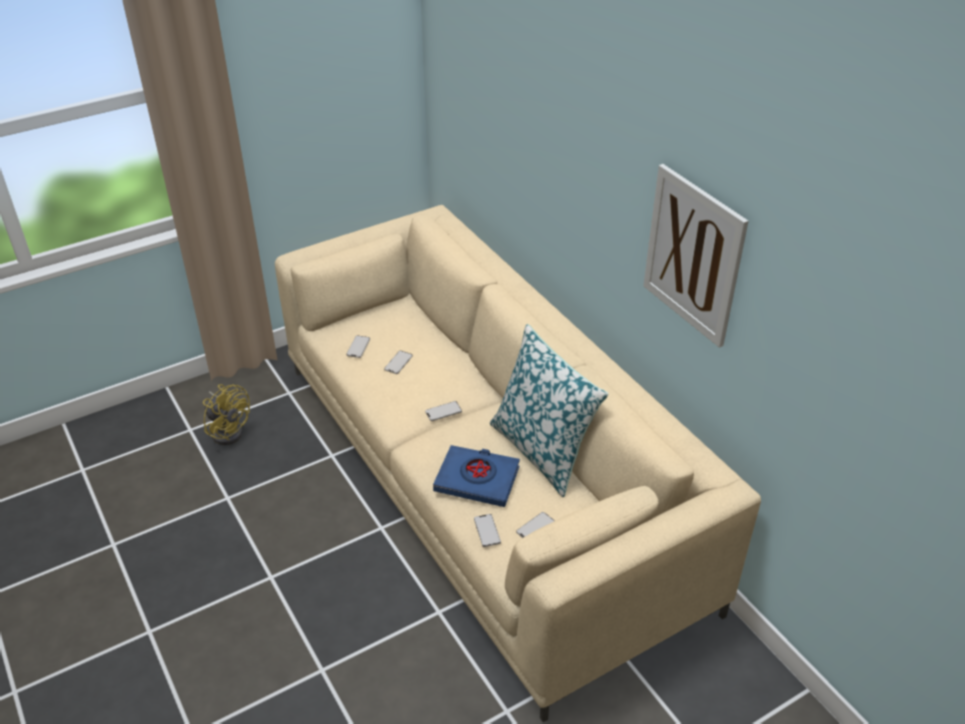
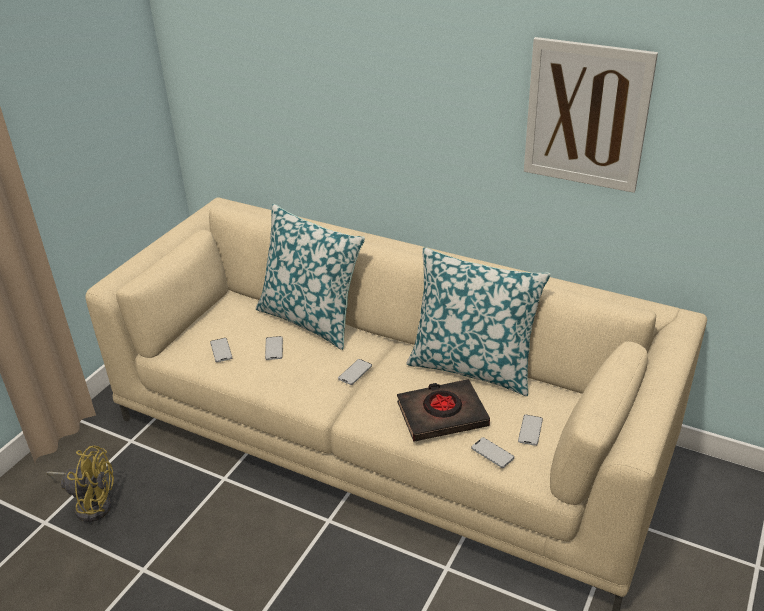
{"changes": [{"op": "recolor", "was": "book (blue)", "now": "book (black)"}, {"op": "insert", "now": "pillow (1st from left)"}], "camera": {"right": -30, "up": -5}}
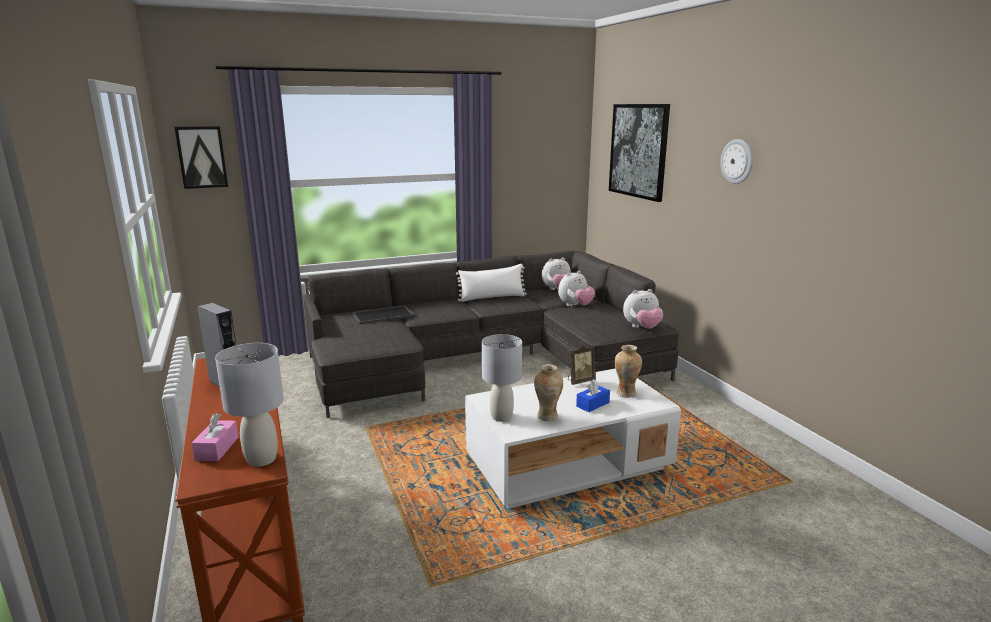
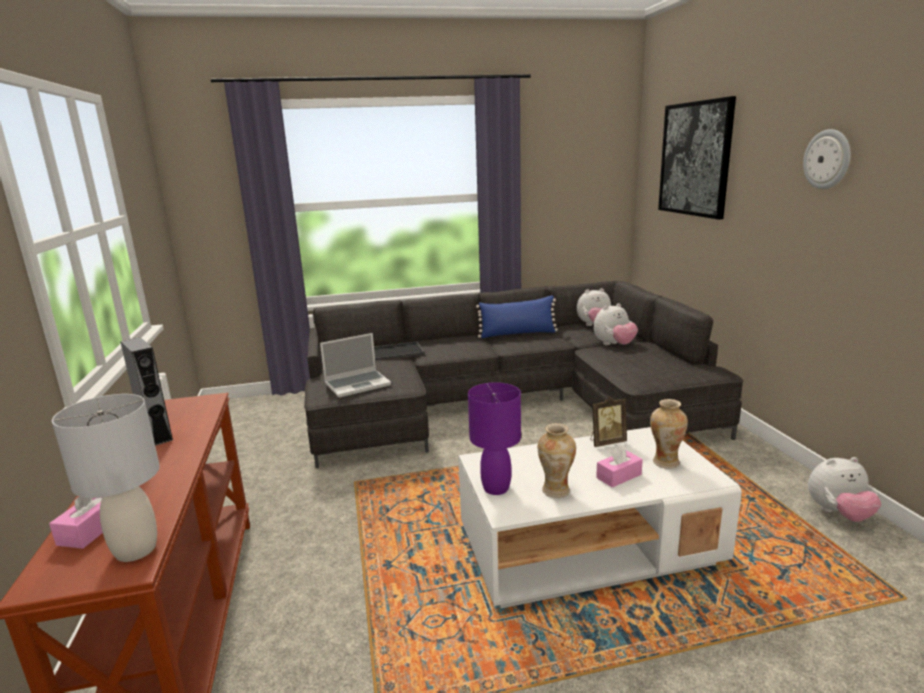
{"changes": [{"op": "delete", "was": "picture (1st from left)"}, {"op": "recolor", "was": "pillow (white)", "now": "pillow (blue)"}, {"op": "recolor", "was": "table lamp (grey) (2nd from left)", "now": "table lamp (purple)"}, {"op": "recolor", "was": "tissue box (blue)", "now": "tissue box (pink) (2nd from left)"}, {"op": "move", "was": "plush toy (3rd from left)"}, {"op": "insert", "now": "laptop"}], "camera": {"right": 10, "up": 0}}
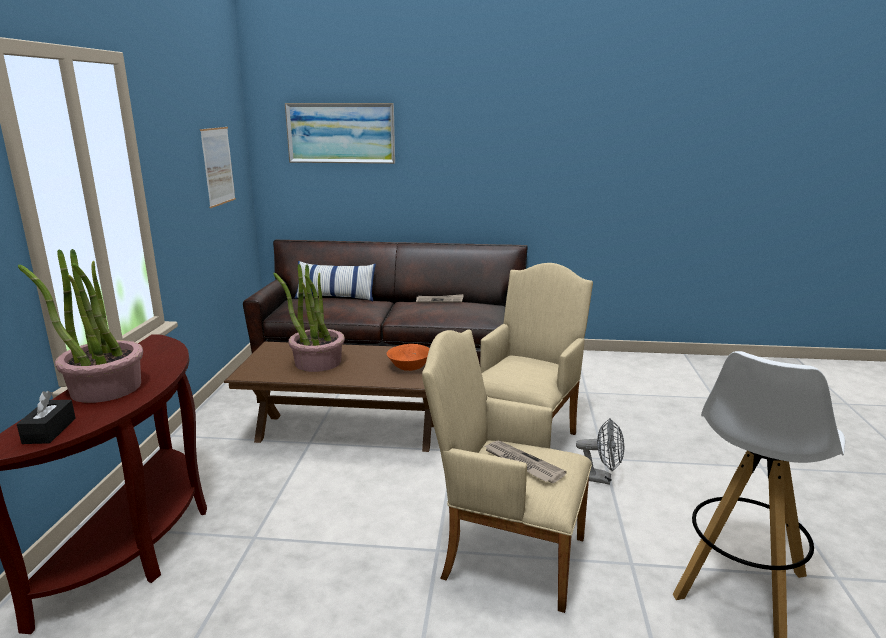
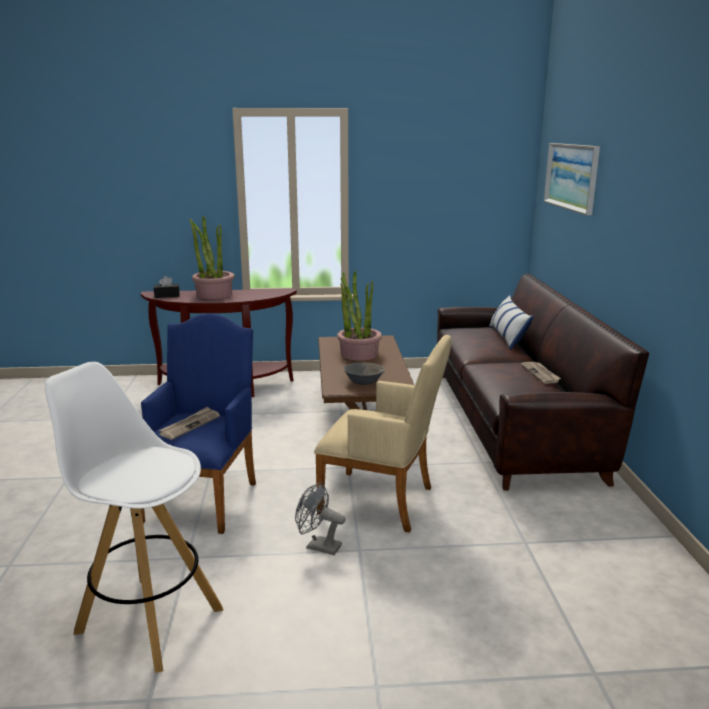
{"changes": [{"op": "delete", "was": "picture (1st from left)"}, {"op": "recolor", "was": "bowl (orange)", "now": "bowl (grey)"}, {"op": "recolor", "was": "armchair (beige) (1st from left)", "now": "armchair (blue)"}, {"op": "rotate", "was": "fan (grey)", "clockwise": 105}], "camera": {"right": 80, "up": 0}}
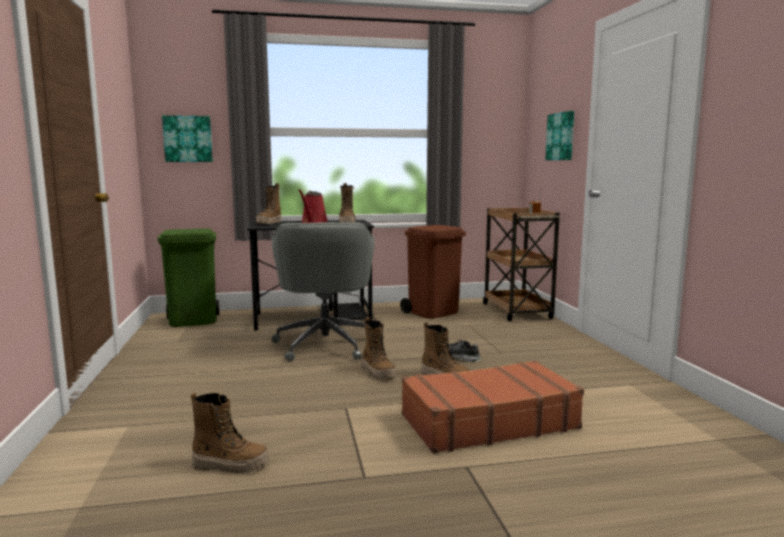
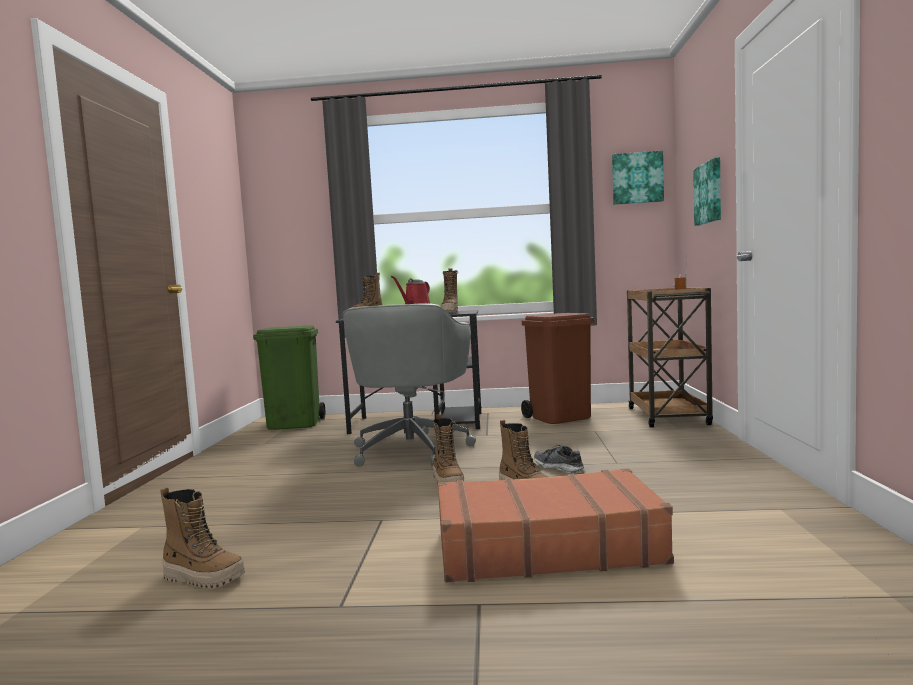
{"changes": [{"op": "move", "was": "picture (1st from left)"}], "camera": {"right": 15, "up": -5}}
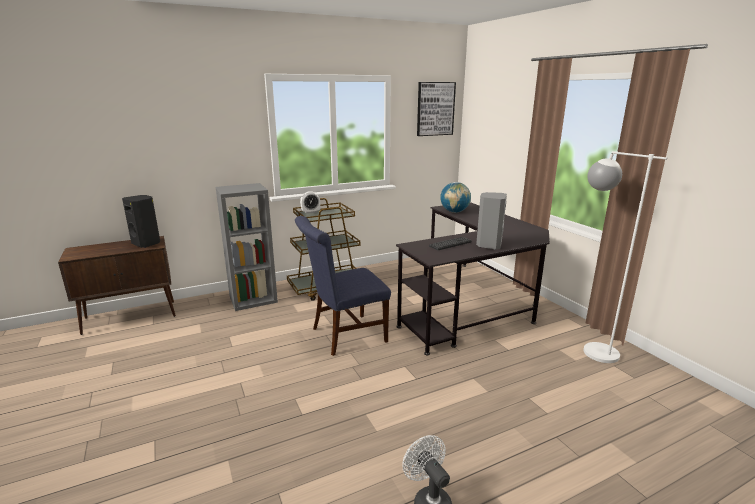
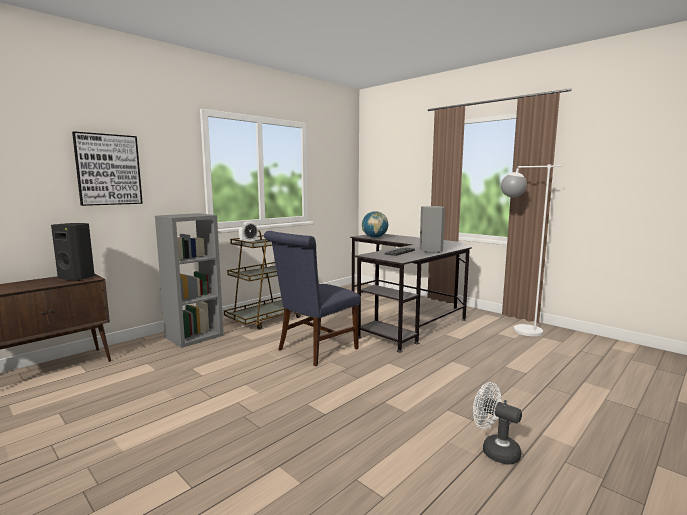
{"changes": [{"op": "move", "was": "picture"}], "camera": {"right": -20, "up": -10}}
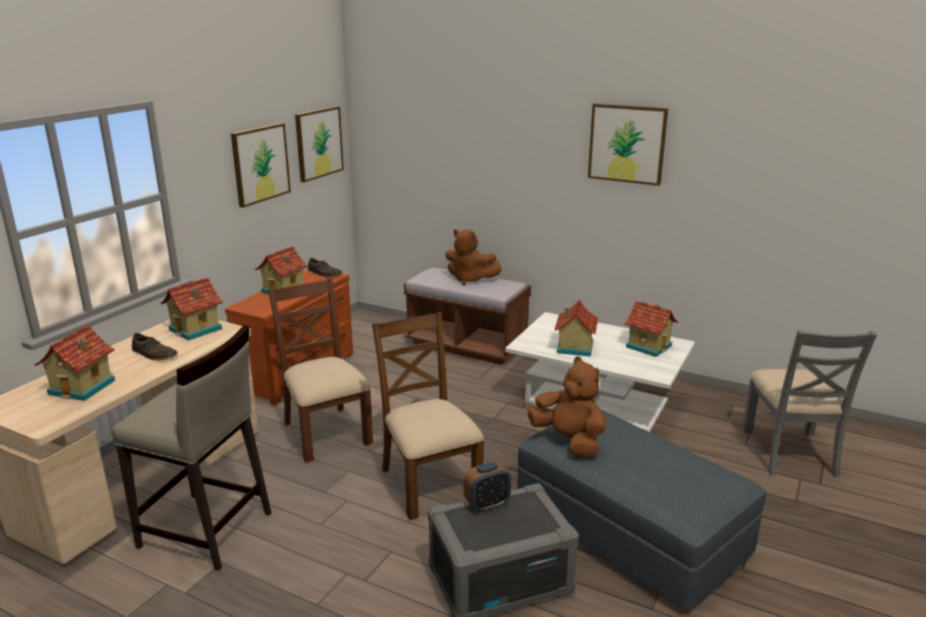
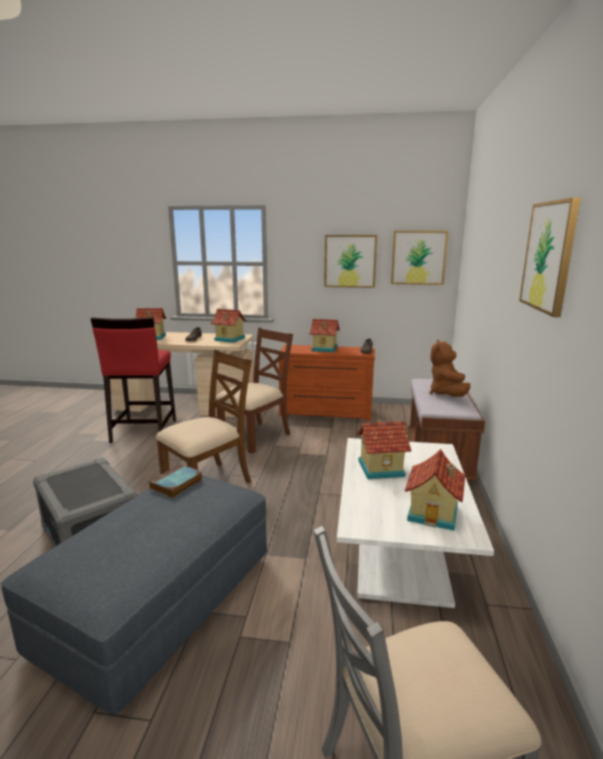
{"changes": [{"op": "recolor", "was": "stool (beige)", "now": "stool (red)"}, {"op": "delete", "was": "alarm clock"}, {"op": "replace", "was": "plush toy (brown) (2nd from left)", "now": "book"}], "camera": {"right": 70, "up": -5}}
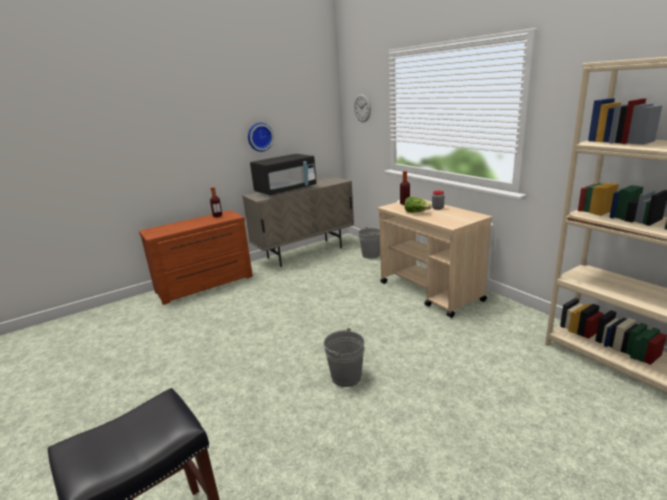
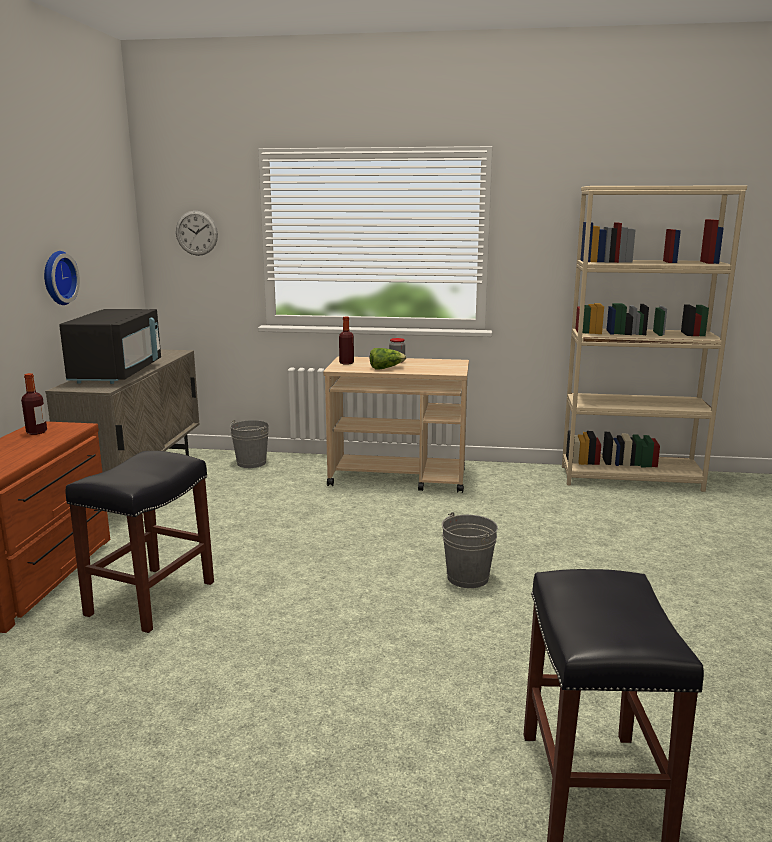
{"changes": [{"op": "insert", "now": "stool (black) (1st from left)"}], "camera": {"right": -50, "up": -5}}
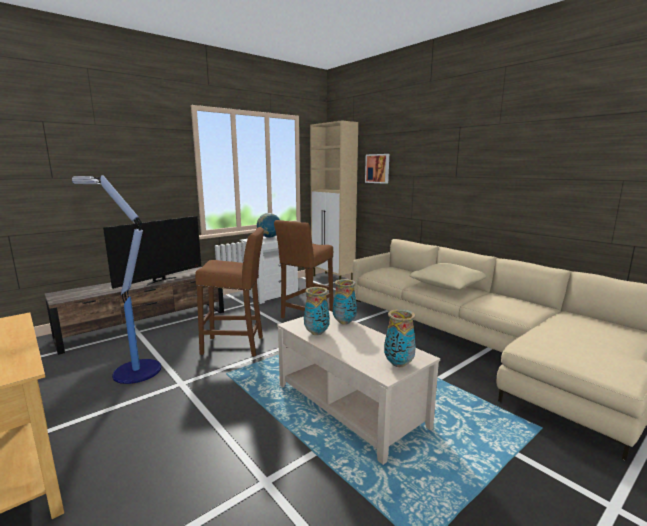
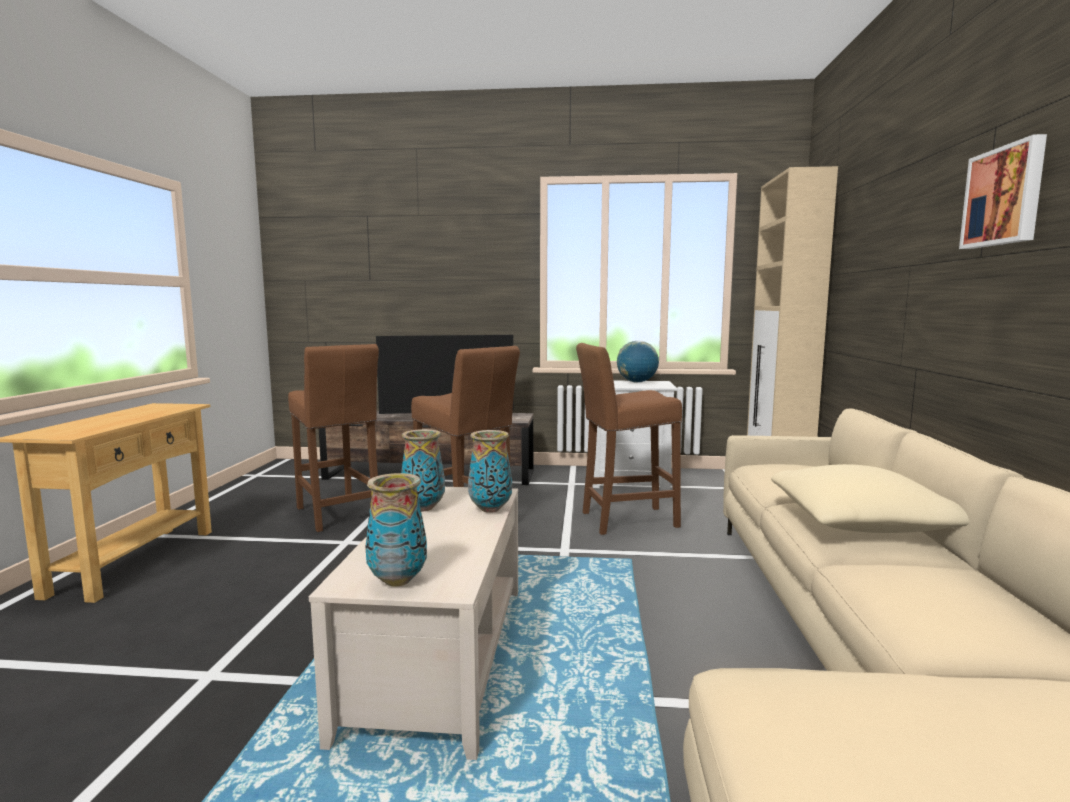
{"changes": [{"op": "replace", "was": "floor lamp", "now": "stool (brown) (1st from left)"}, {"op": "move", "was": "picture"}], "camera": {"right": 45, "up": -5}}
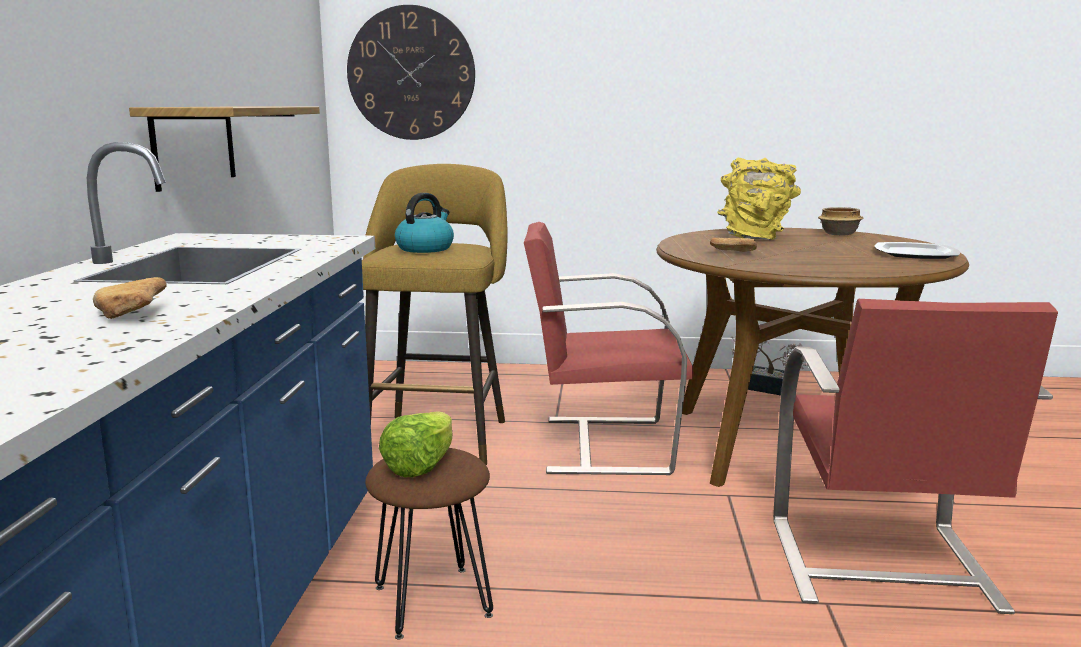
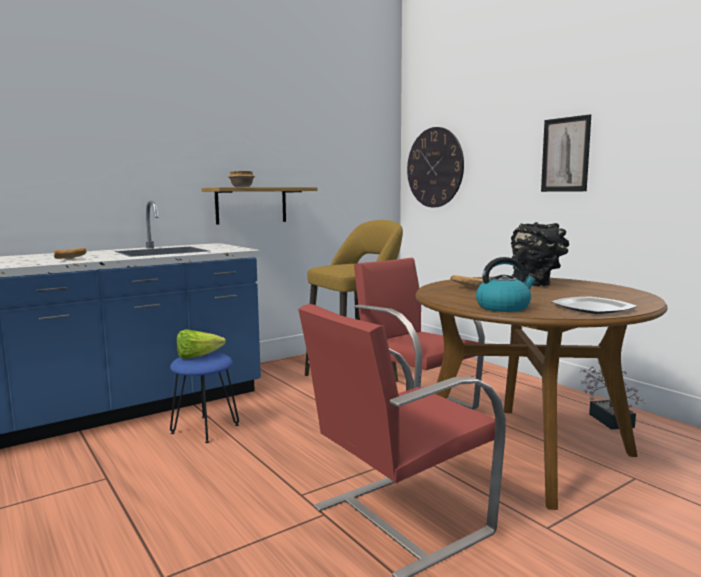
{"changes": [{"op": "recolor", "was": "stool (brown)", "now": "stool (blue)"}, {"op": "move", "was": "kettle"}, {"op": "recolor", "was": "vase (yellow)", "now": "vase (black)"}, {"op": "move", "was": "bowl"}, {"op": "insert", "now": "picture"}], "camera": {"right": 50, "up": -5}}
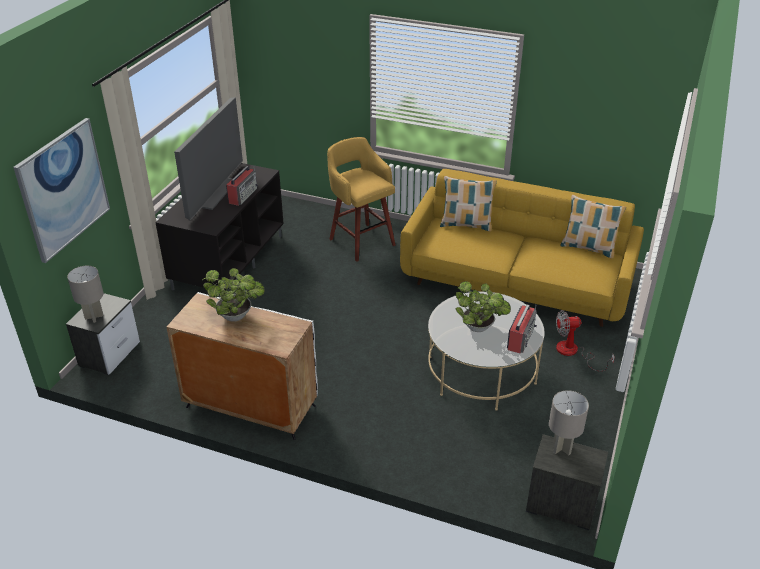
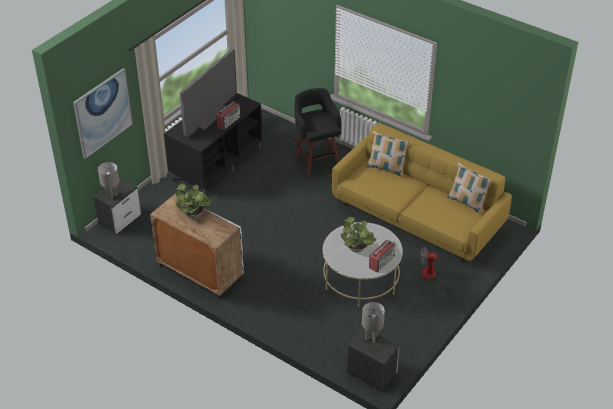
{"changes": [{"op": "recolor", "was": "stool (yellow)", "now": "stool (black)"}], "camera": {"right": 15, "up": 5}}
